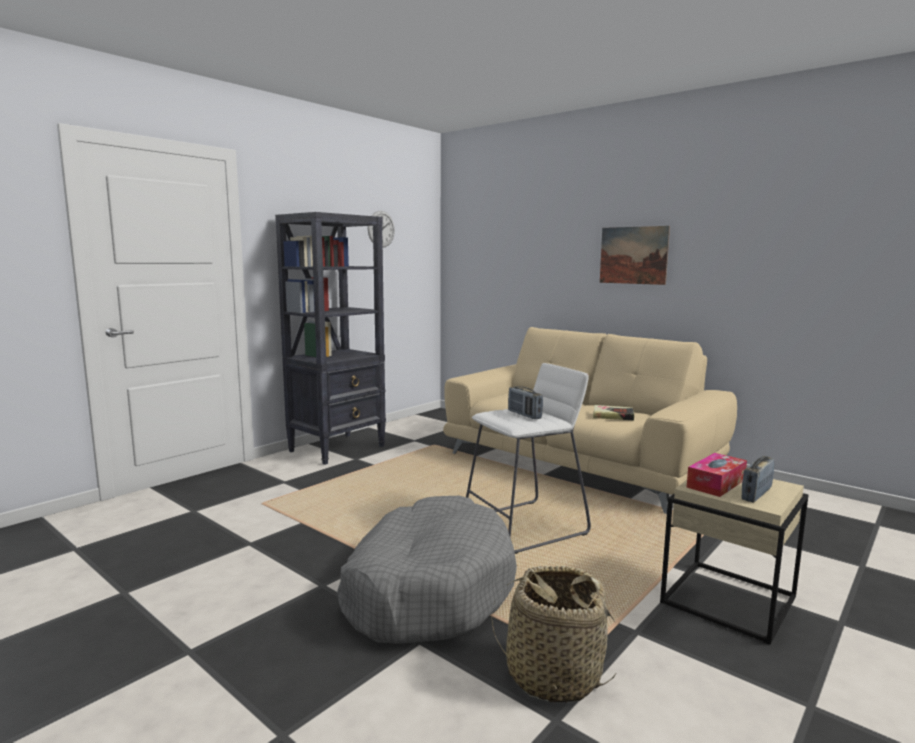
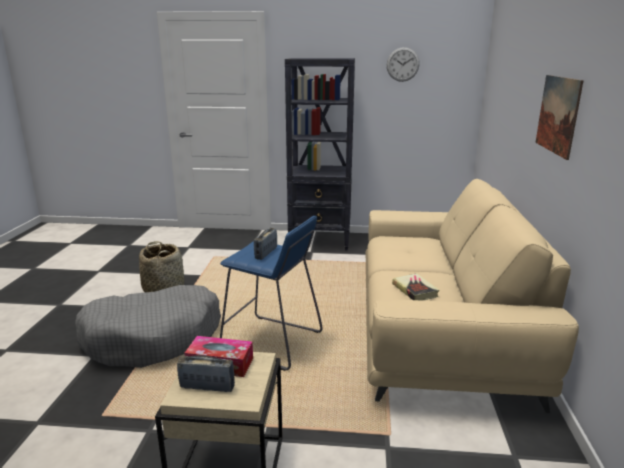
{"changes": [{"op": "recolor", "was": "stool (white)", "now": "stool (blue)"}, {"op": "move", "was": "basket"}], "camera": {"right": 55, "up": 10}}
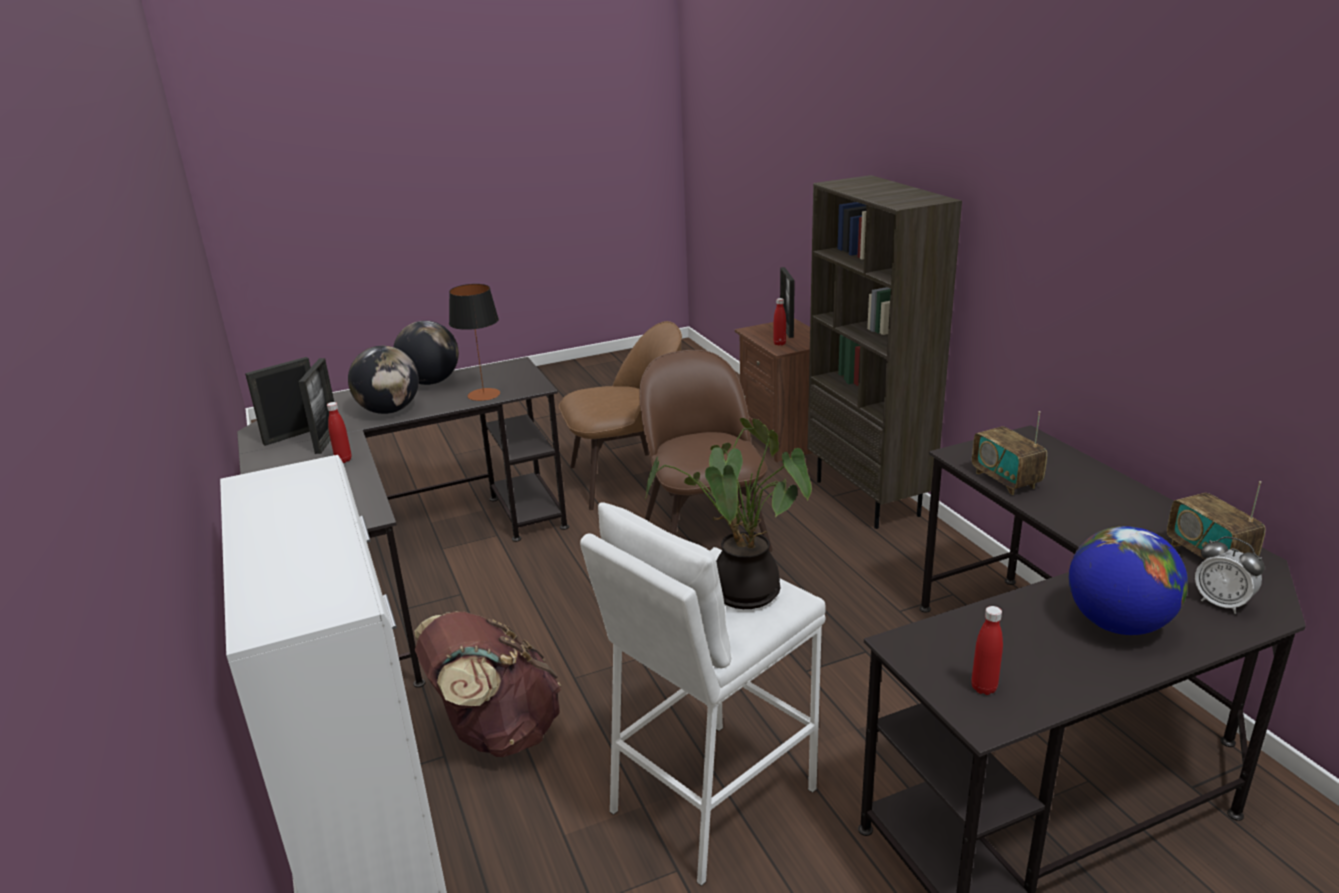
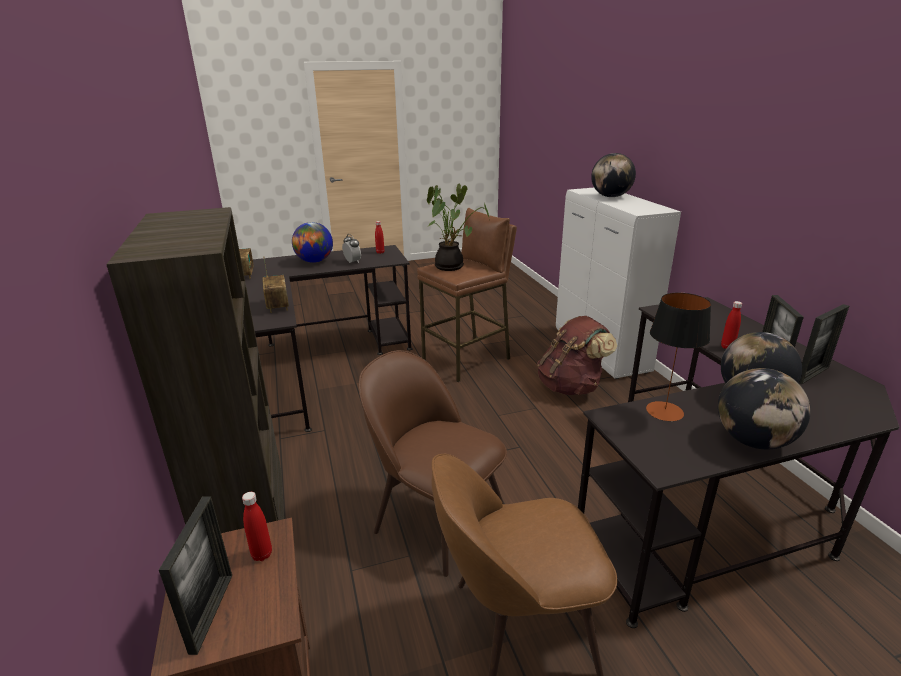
{"changes": [{"op": "recolor", "was": "stool (white)", "now": "stool (brown)"}, {"op": "rotate", "was": "chair (brown) (2nd from left in the first image)", "clockwise": 135}, {"op": "move", "was": "alarm clock"}, {"op": "insert", "now": "globe (2nd from left)"}], "camera": {"right": -175, "up": 0}}
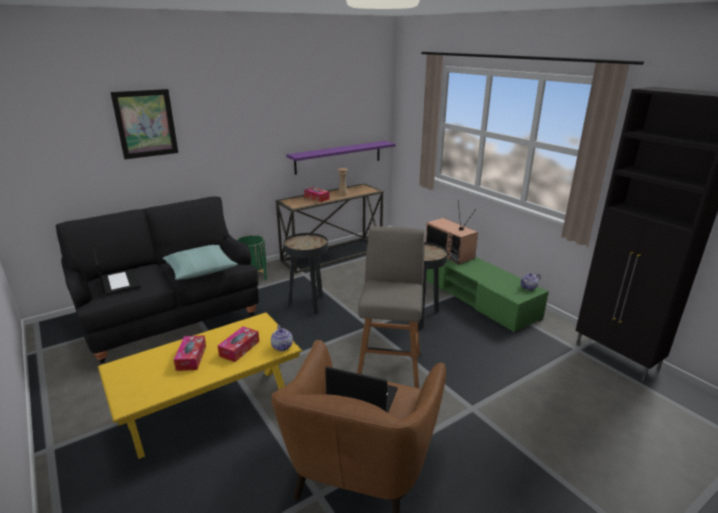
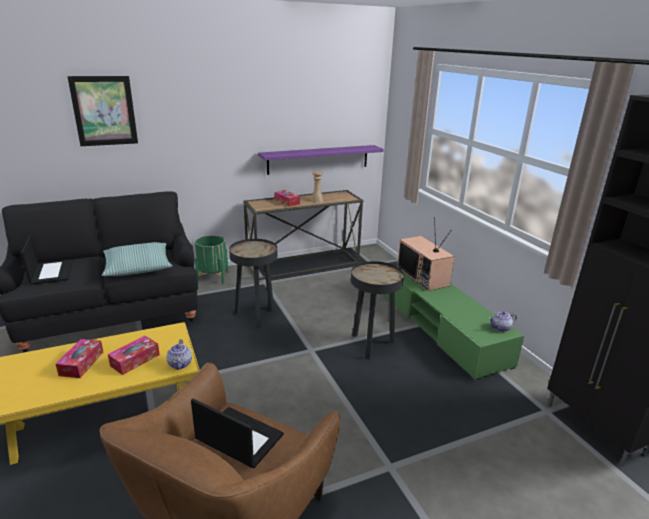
{"changes": [{"op": "delete", "was": "stool (grey)"}], "camera": {"right": 10, "up": 0}}
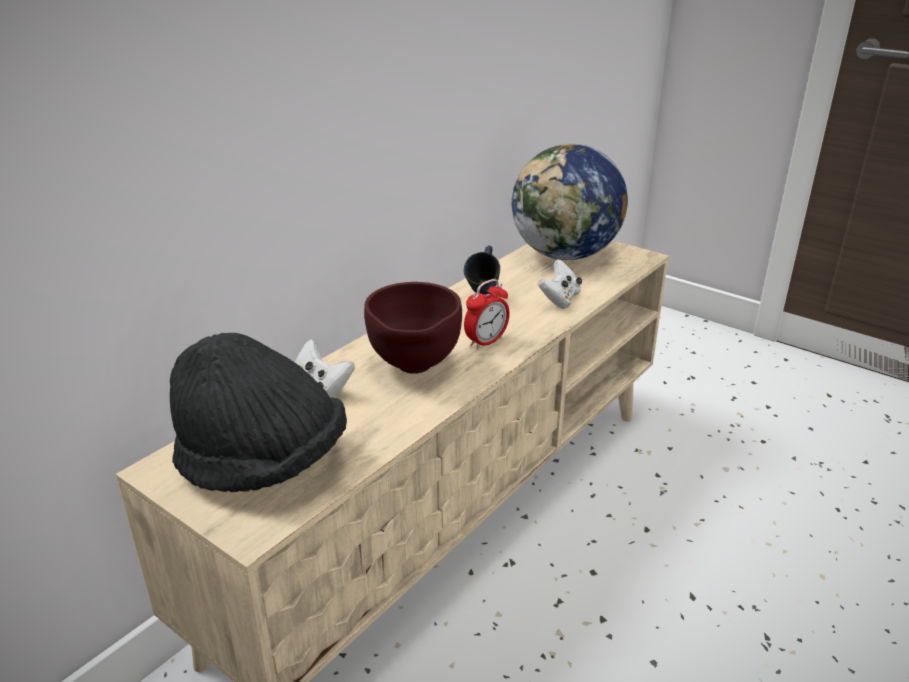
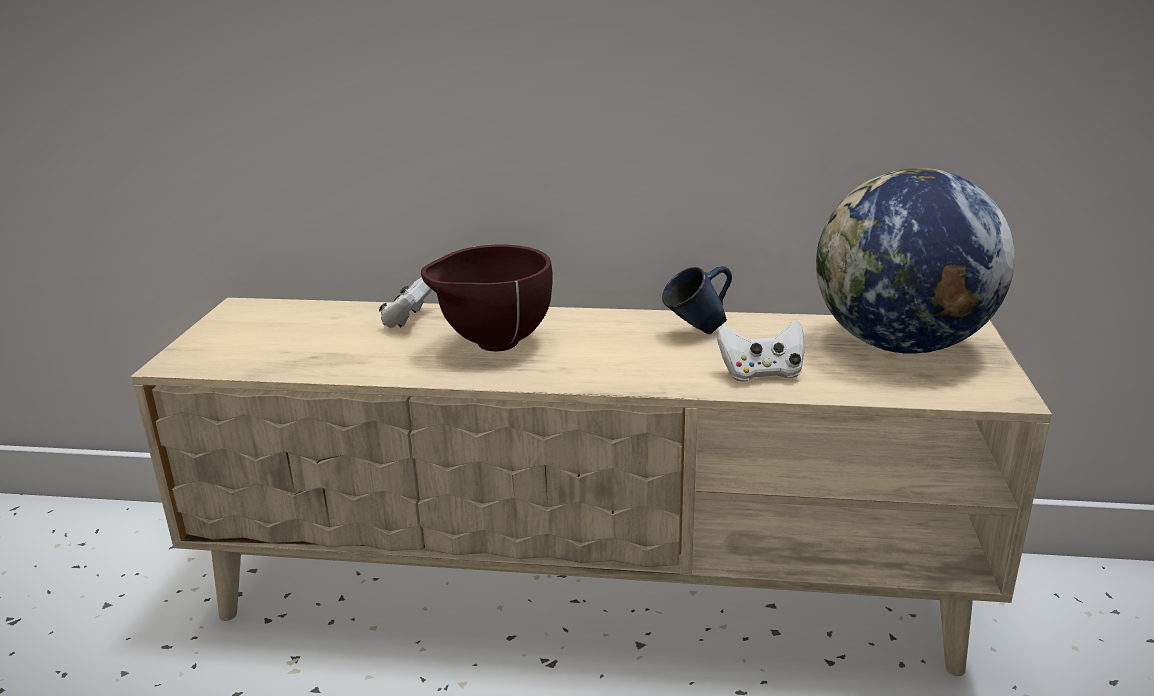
{"changes": [{"op": "delete", "was": "hat (black)"}, {"op": "delete", "was": "alarm clock"}], "camera": {"right": 60, "up": -5}}
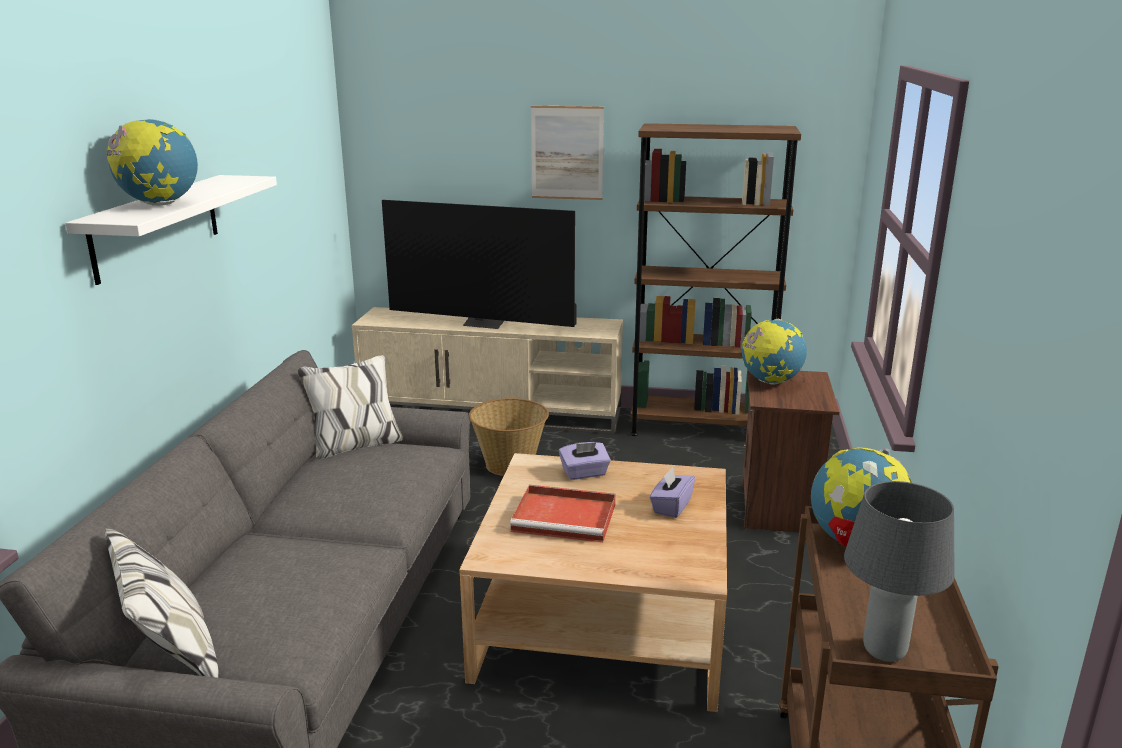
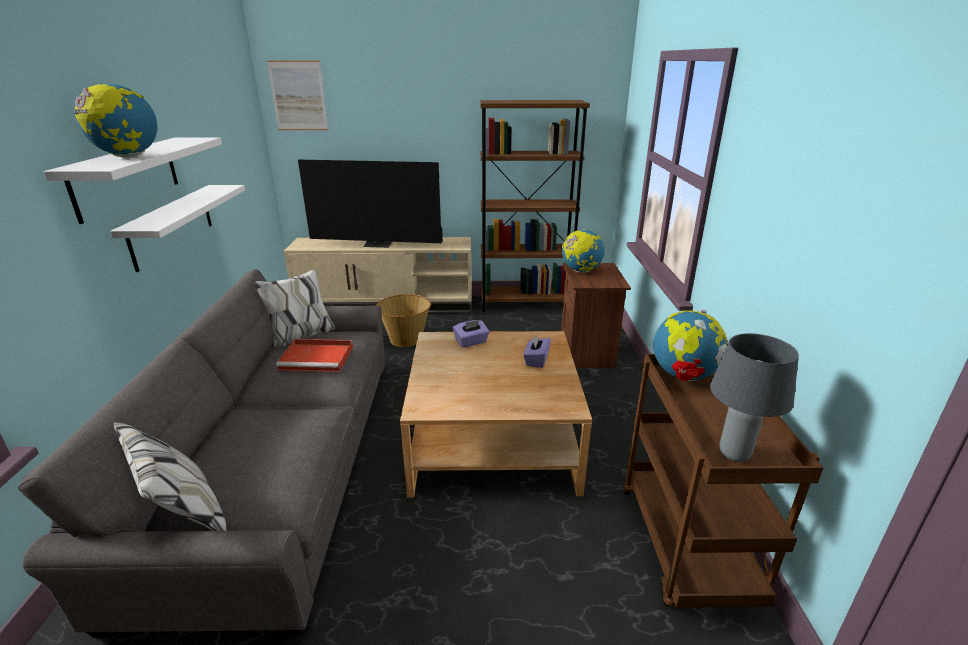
{"changes": [{"op": "move", "was": "tray (red)"}, {"op": "move", "was": "picture"}, {"op": "insert", "now": "shelf (white) (2nd from left)"}], "camera": {"right": -10, "up": 5}}
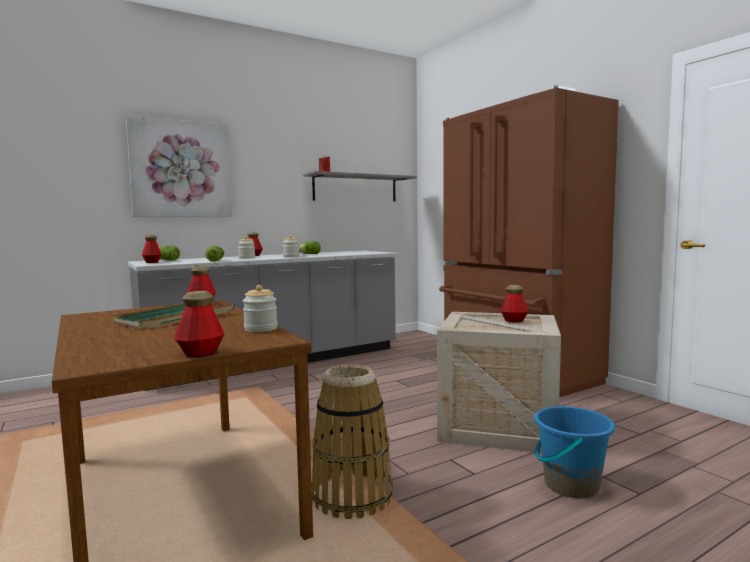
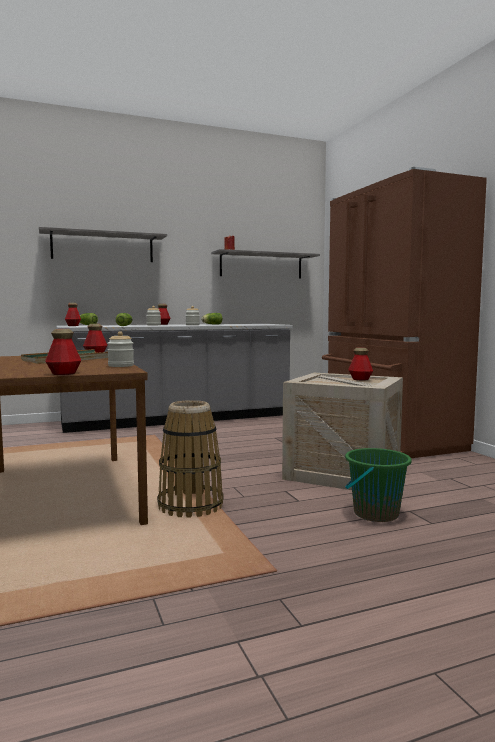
{"changes": [{"op": "replace", "was": "picture", "now": "shelf (grey) (1st from left)"}, {"op": "recolor", "was": "bucket (blue)", "now": "bucket (green)"}], "camera": {"right": 10, "up": 0}}
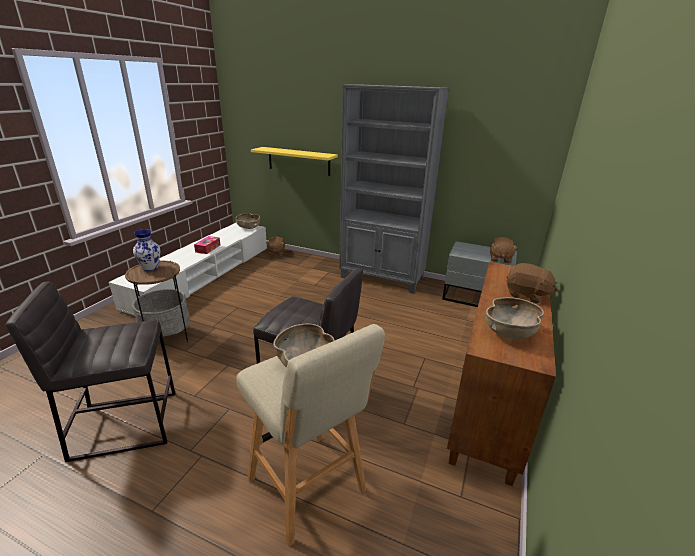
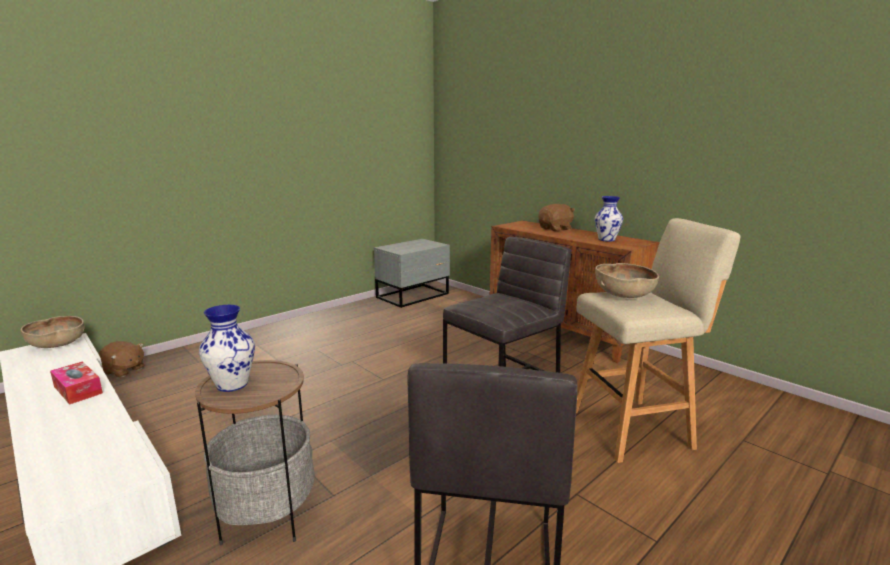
{"changes": [{"op": "delete", "was": "shelf (yellow)"}, {"op": "delete", "was": "bookcase (grey)"}, {"op": "replace", "was": "bowl (brown) (3rd from left)", "now": "vase (2nd from left)"}, {"op": "delete", "was": "plush toy (brown) (2nd from left)"}], "camera": {"right": -65, "up": -10}}
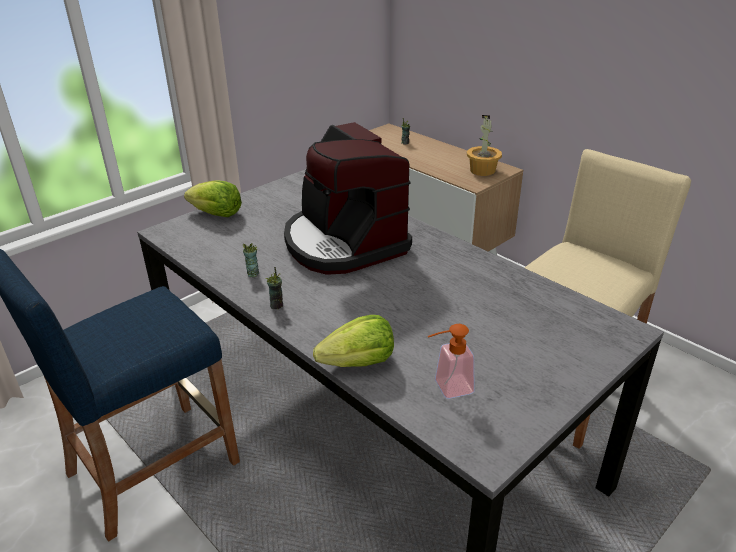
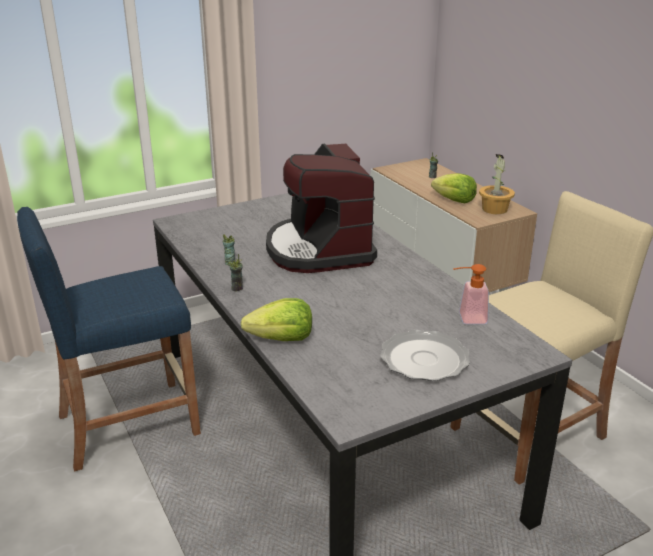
{"changes": [{"op": "move", "was": "lettuce (1st from left in the first image)", "now": "lettuce (2nd from left)"}, {"op": "move", "was": "soap dispenser"}, {"op": "insert", "now": "plate"}], "camera": {"right": 15, "up": -5}}
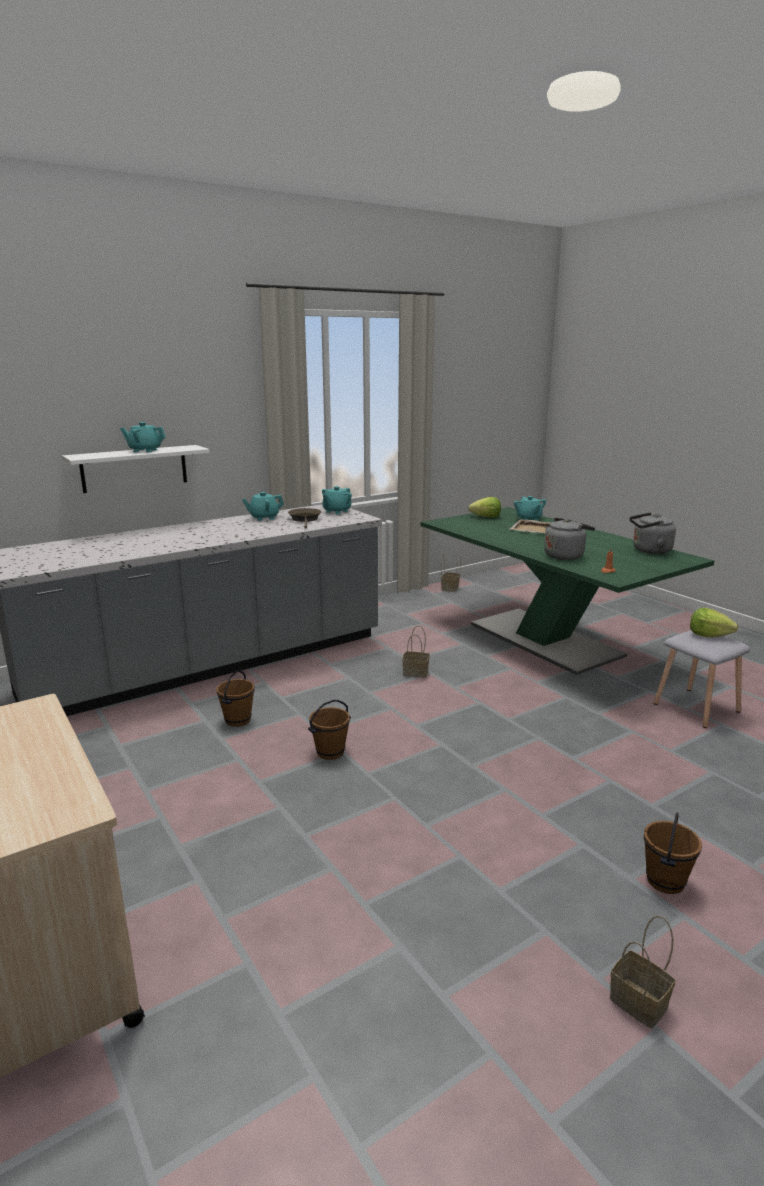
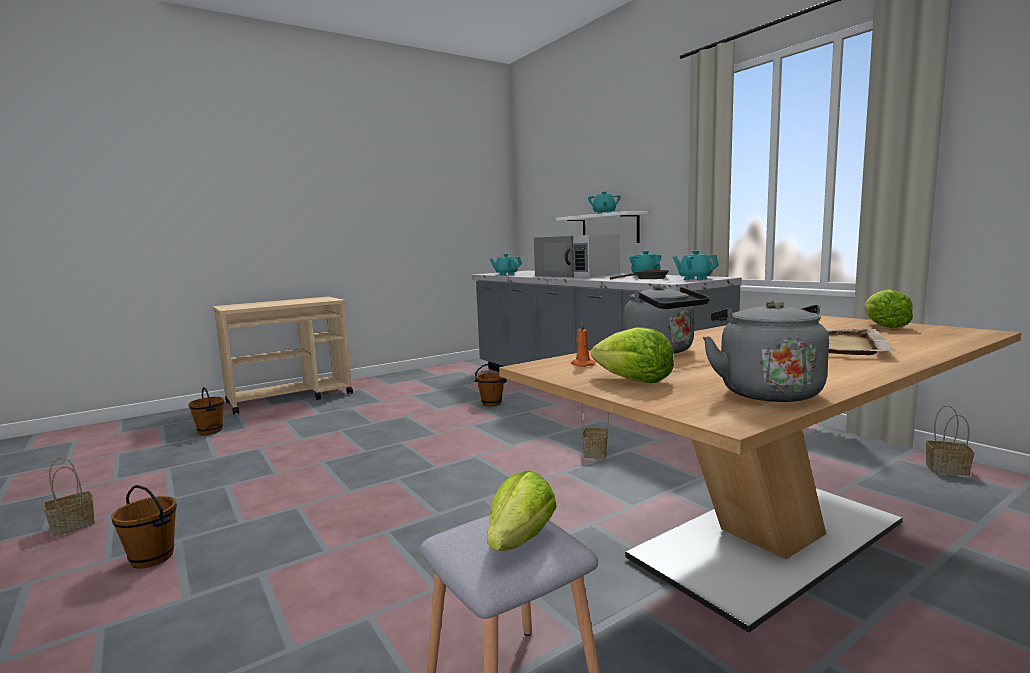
{"changes": [{"op": "move", "was": "bucket (brown) (2nd from left)"}, {"op": "recolor", "was": "dining table (green)", "now": "dining table (beige)"}, {"op": "move", "was": "teapot (turquoise) (4th from left in the first image)", "now": "teapot (turquoise) (1st from left)"}, {"op": "insert", "now": "microwave (white)"}, {"op": "insert", "now": "lettuce (2nd from left)"}], "camera": {"right": 90, "up": -10}}
